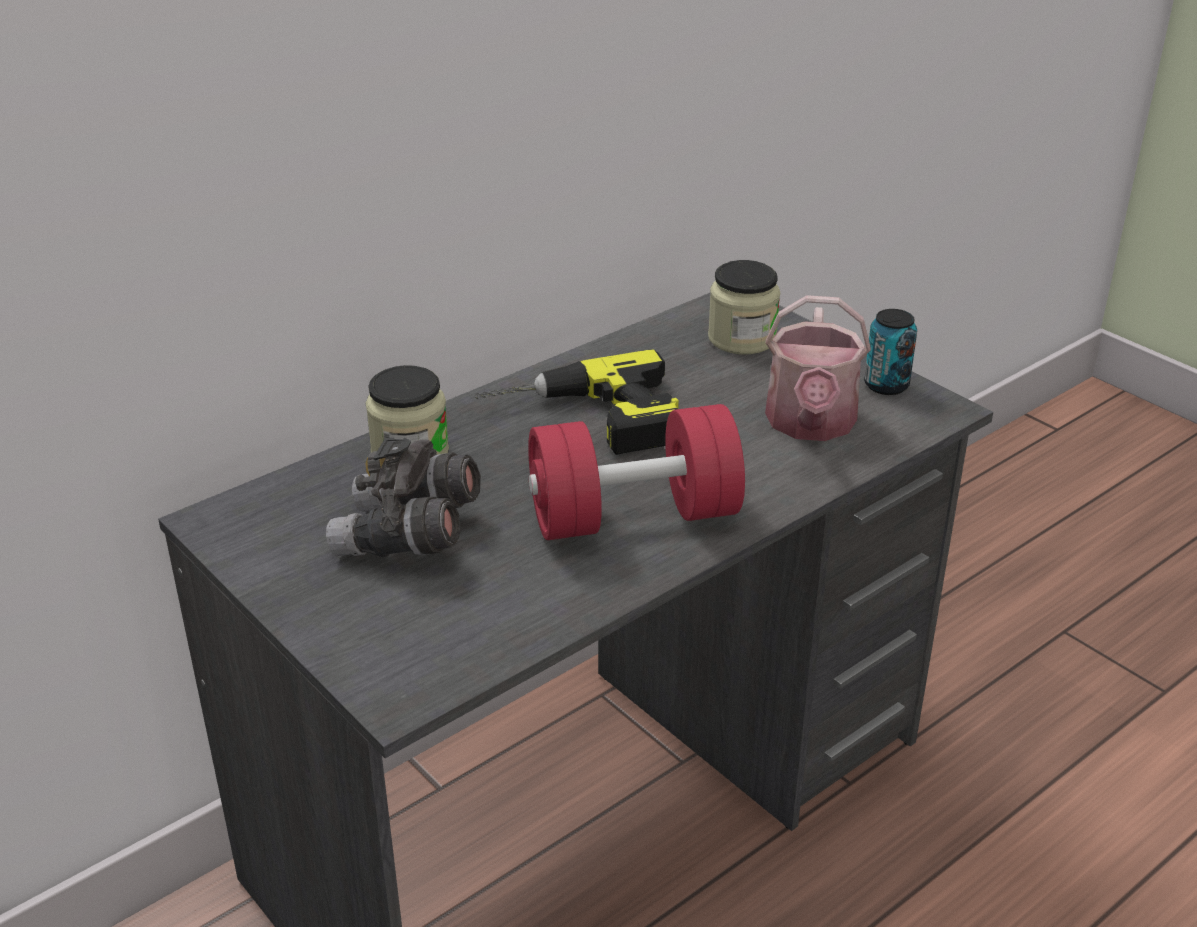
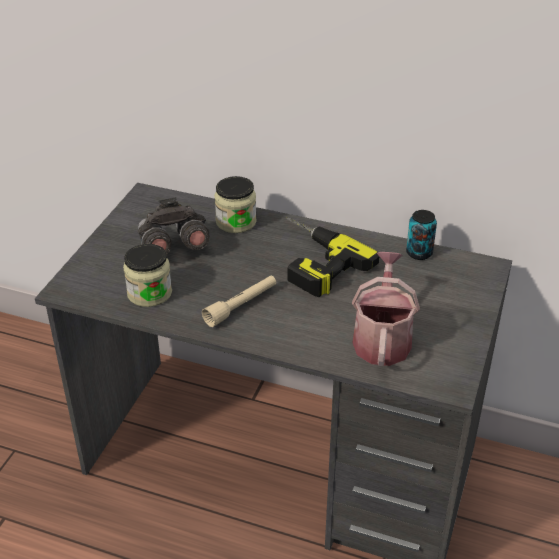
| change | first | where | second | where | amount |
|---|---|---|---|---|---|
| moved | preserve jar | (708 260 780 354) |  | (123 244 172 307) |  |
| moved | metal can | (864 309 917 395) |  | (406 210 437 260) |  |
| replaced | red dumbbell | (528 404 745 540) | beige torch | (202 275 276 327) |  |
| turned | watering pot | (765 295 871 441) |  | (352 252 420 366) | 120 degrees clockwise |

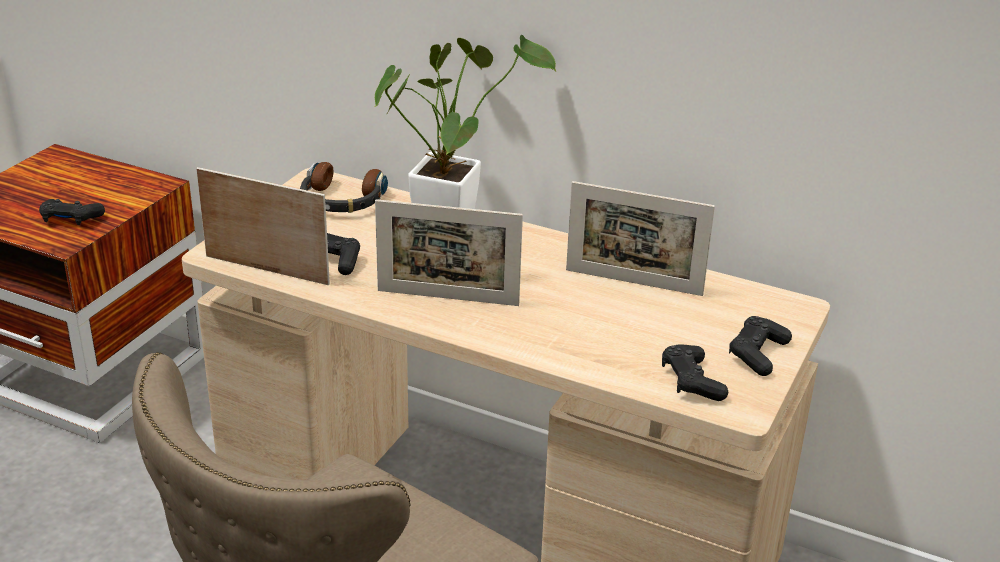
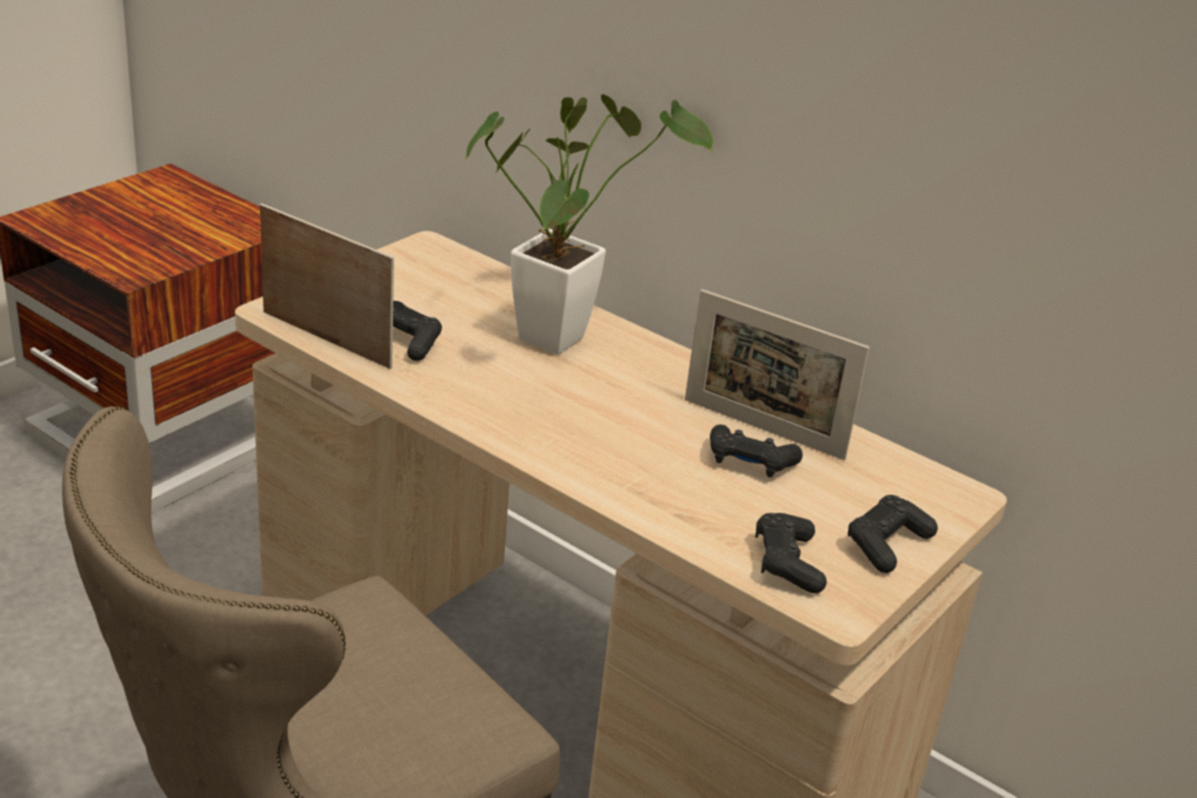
| change | first | where | second | where | amount |
|---|---|---|---|---|---|
| removed | headset | (300 162 388 213) |  |  |  |
| removed | picture frame | (375 199 523 306) |  |  |  |
| moved | black game controller | (39 199 105 225) |  | (710 424 803 478) |  |

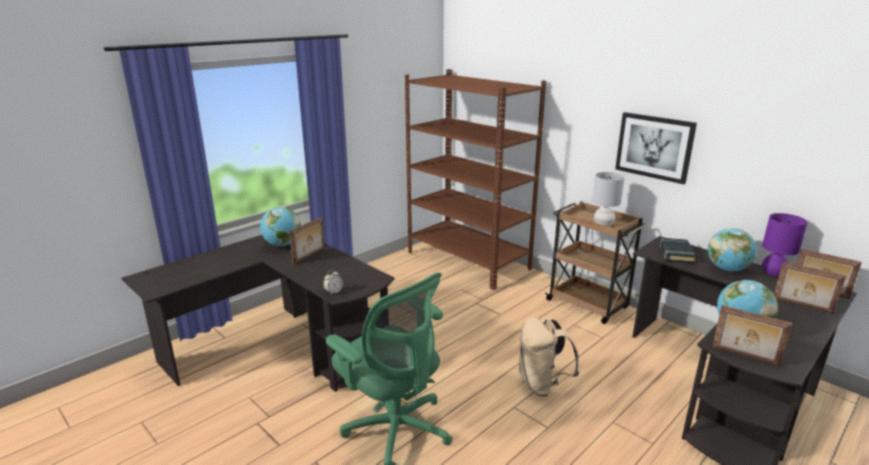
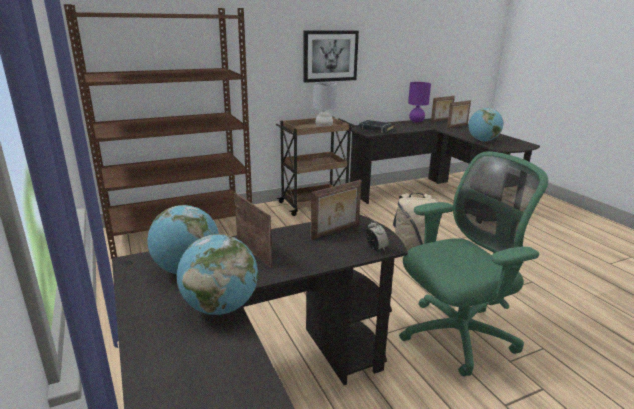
| change | first | where | second | where | amount |
|---|---|---|---|---|---|
| moved | globe | (708 228 757 272) |  | (177 234 258 315) |  |
| moved | picture frame | (712 305 793 366) |  | (311 180 361 240) |  |

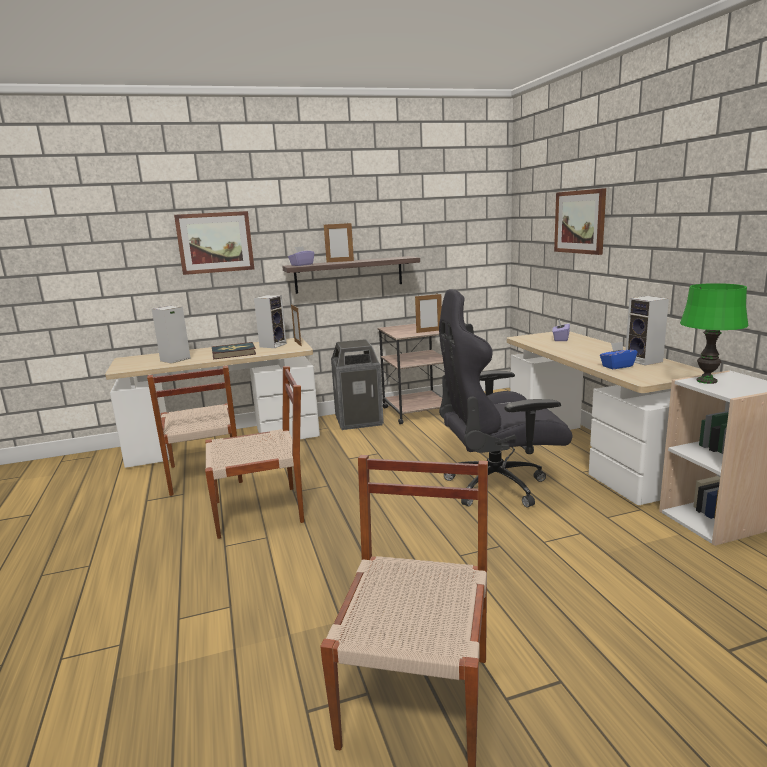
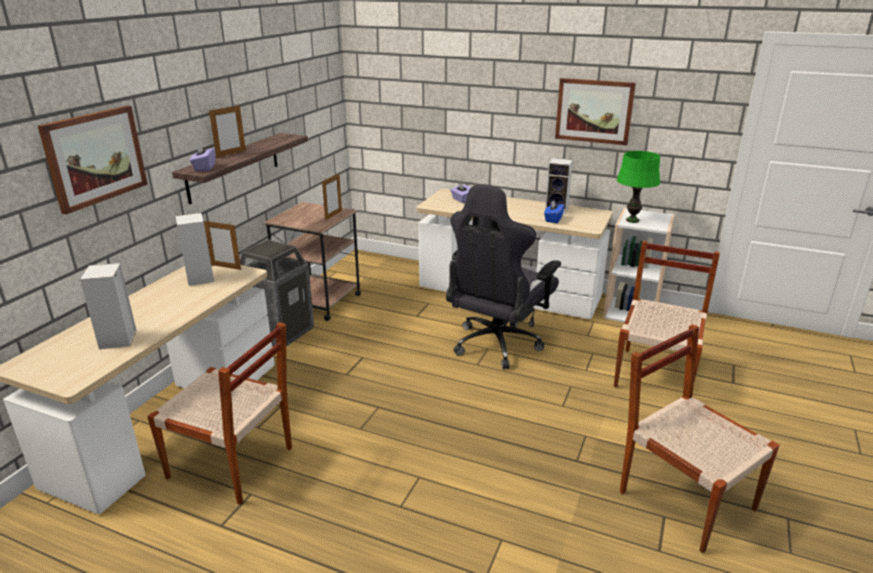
| change | first | where | second | where | amount |
|---|---|---|---|---|---|
| removed | book | (212 342 256 359) |  |  |  |
| moved | chair | (205 366 304 539) |  | (614 241 720 387) |  |
| moved | picture | (554 188 606 255) |  | (555 78 636 145) |  |

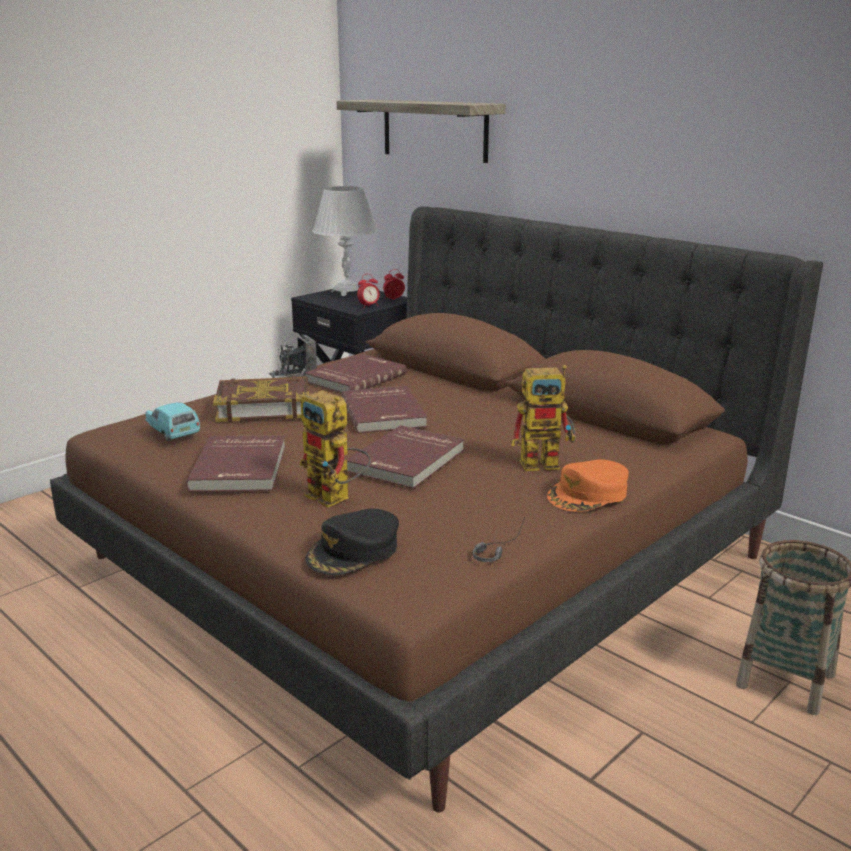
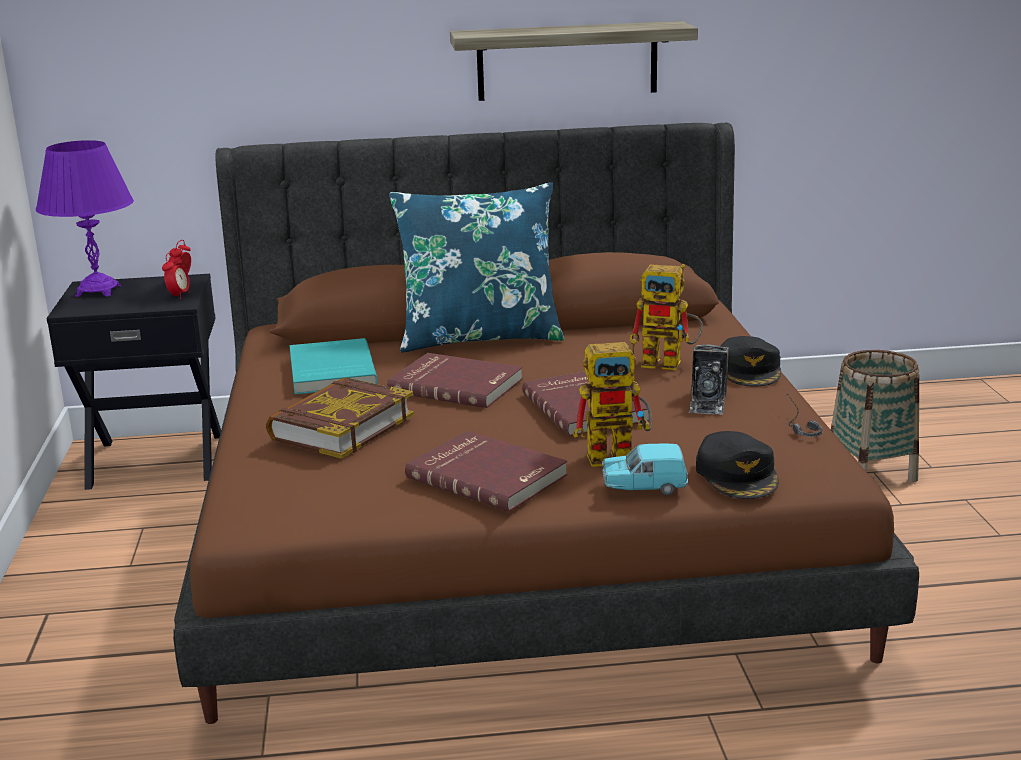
| change | first | where | second | where | amount |
|---|---|---|---|---|---|
| added |  |  | blue throw pillow | (389 182 564 353) |  |
| moved | blue-green miniature car | (145 402 200 441) |  | (602 444 688 495) |  |
| moved | still camera | (268 335 317 378) |  | (689 344 729 415) |  |
| moved | shelf | (336 99 506 163) |  | (450 21 698 101) |  |
| recoloured | red book | (305 354 406 393) | blue-green book | (289 338 378 394) |  |
| recoloured | white-coloured table lamp | (312 186 378 296) | purple-coloured table lamp | (36 140 134 297) |  |
| recoloured | orange baseball cap | (547 459 629 512) | black baseball cap | (720 336 781 387) |  |
| turned | model robot | (511 365 576 471) |  | (630 264 703 371) | 75 degrees clockwise |

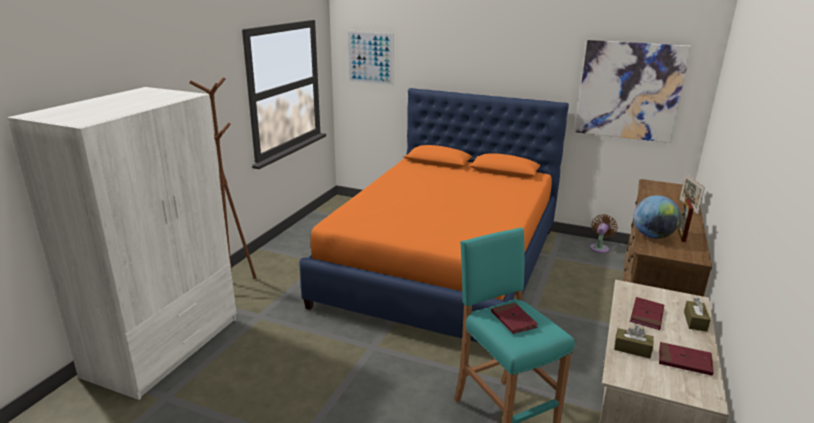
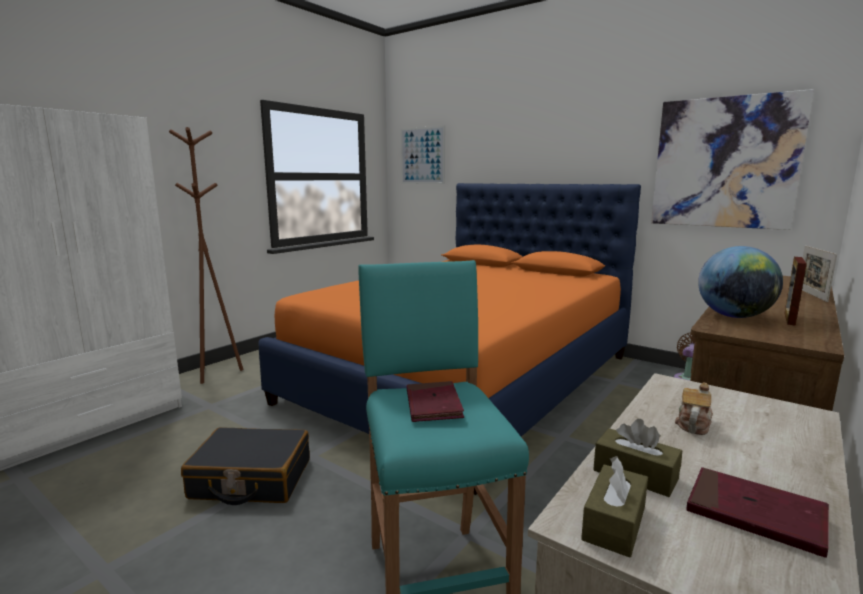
| change | first | where | second | where | amount |
|---|---|---|---|---|---|
| added |  |  | black suitcase | (181 427 310 505) |  |
| moved | brown-coloured tissue box | (684 298 711 332) |  | (581 456 648 557) |  |
| replaced | red book | (630 297 664 330) | tea pot | (675 383 713 435) |  |

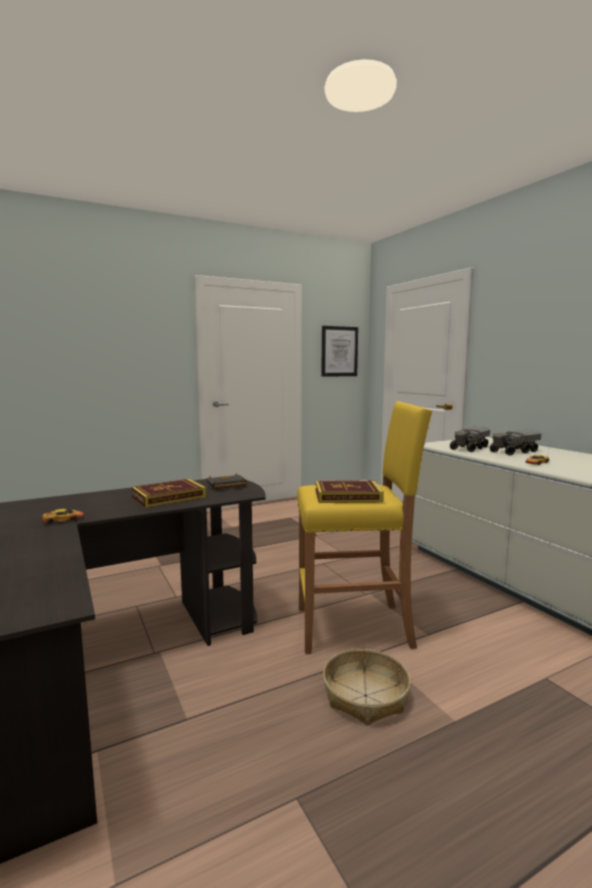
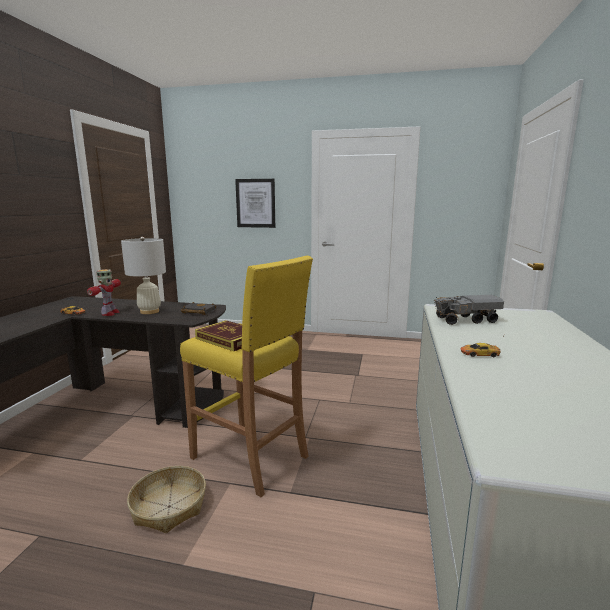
| change | first | where | second | where | amount |
|---|---|---|---|---|---|
| removed | toy truck | (490 430 541 455) |  |  |  |
| added |  |  | model robot | (87 269 121 316) |  |
| moved | picture | (321 326 358 377) |  | (235 179 275 228) |  |
| replaced | book | (131 479 206 508) | white-coloured table lamp | (121 237 166 314) |  |

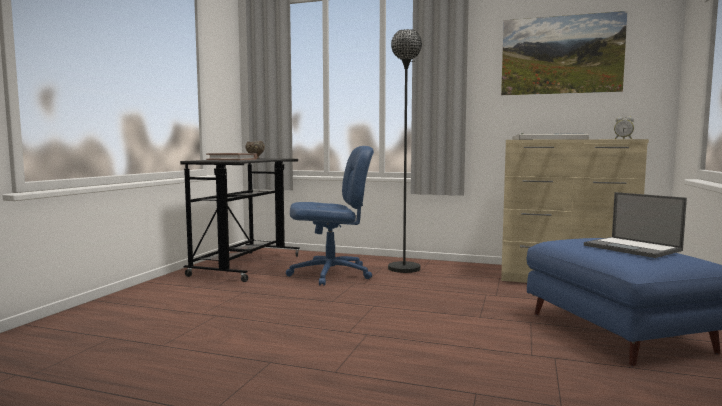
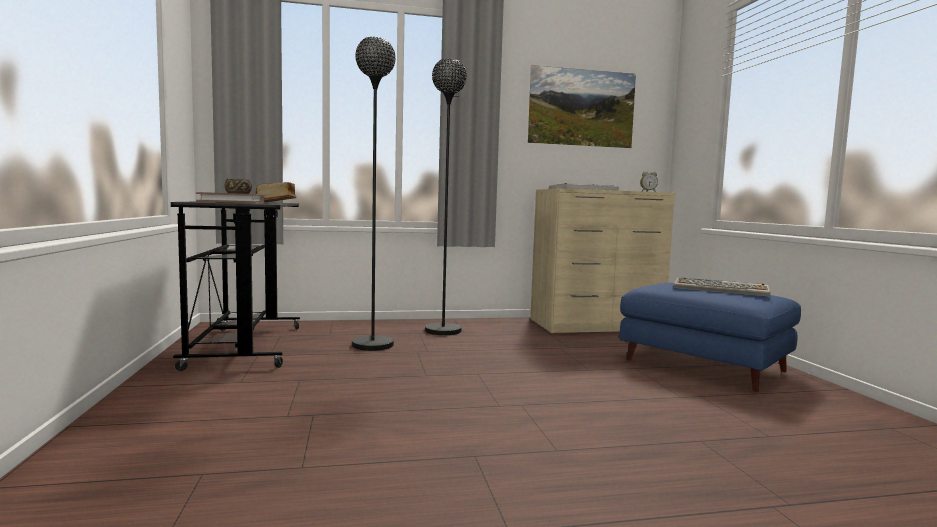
| change | first | where | second | where | amount |
|---|---|---|---|---|---|
| added |  |  | book | (256 182 296 202) |  |
| replaced | blue computer chair | (286 146 374 286) | black standing lamp | (352 37 396 351) |  |
| replaced | notebook computer | (584 192 687 258) | PC keyboard | (674 277 770 296) |  |

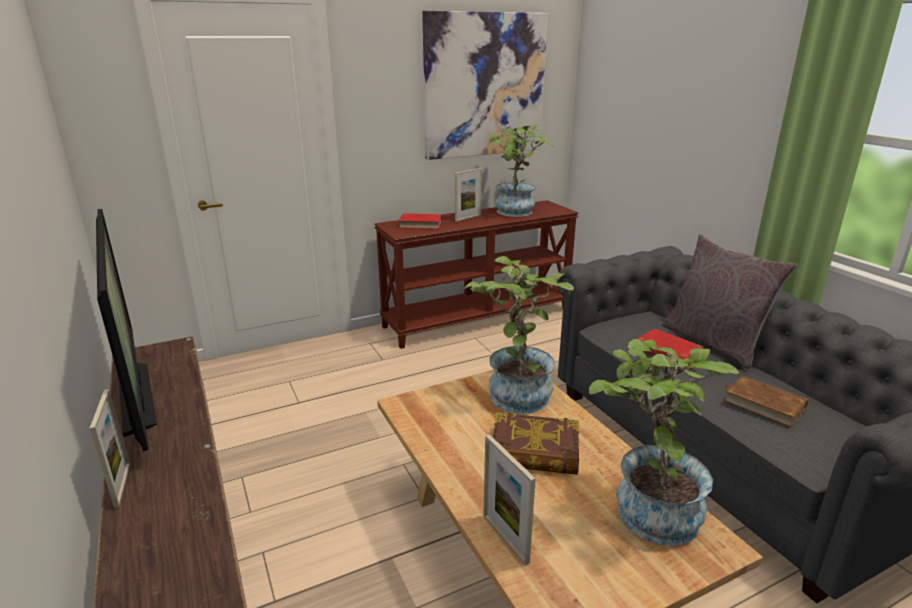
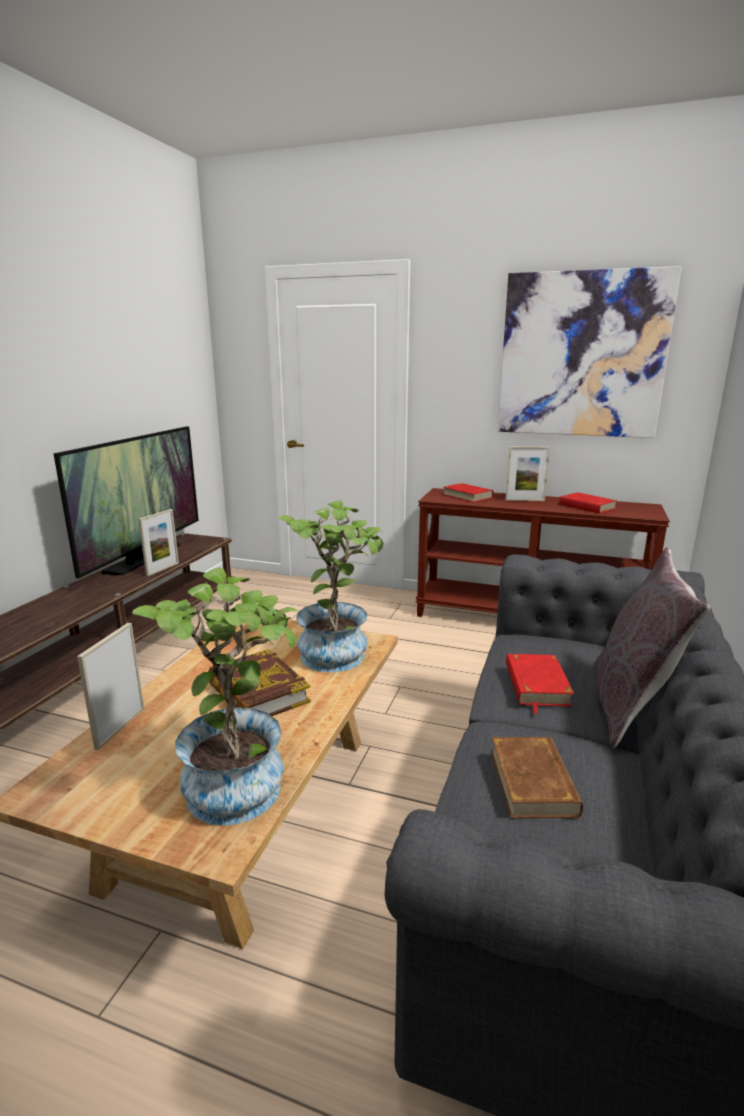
| change | first | where | second | where | amount |
|---|---|---|---|---|---|
| moved | picture frame | (90 389 130 508) |  | (138 509 179 576) |  |
| replaced | houseplant | (489 124 554 217) | red book | (559 492 618 514) |  |

